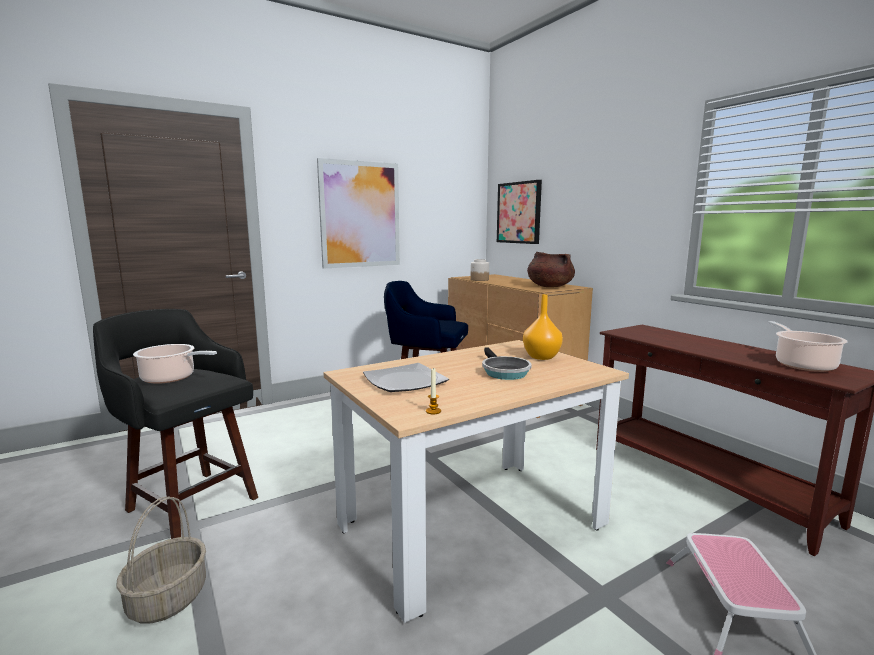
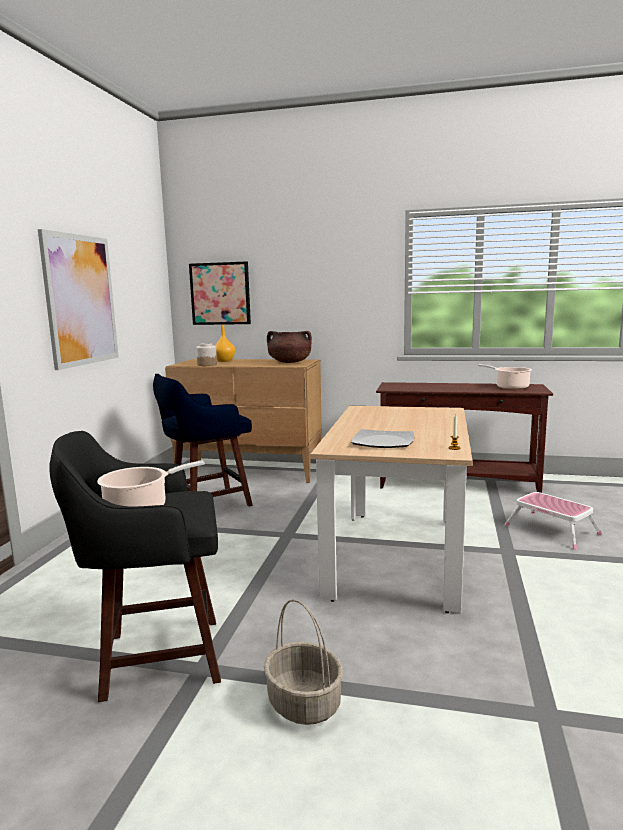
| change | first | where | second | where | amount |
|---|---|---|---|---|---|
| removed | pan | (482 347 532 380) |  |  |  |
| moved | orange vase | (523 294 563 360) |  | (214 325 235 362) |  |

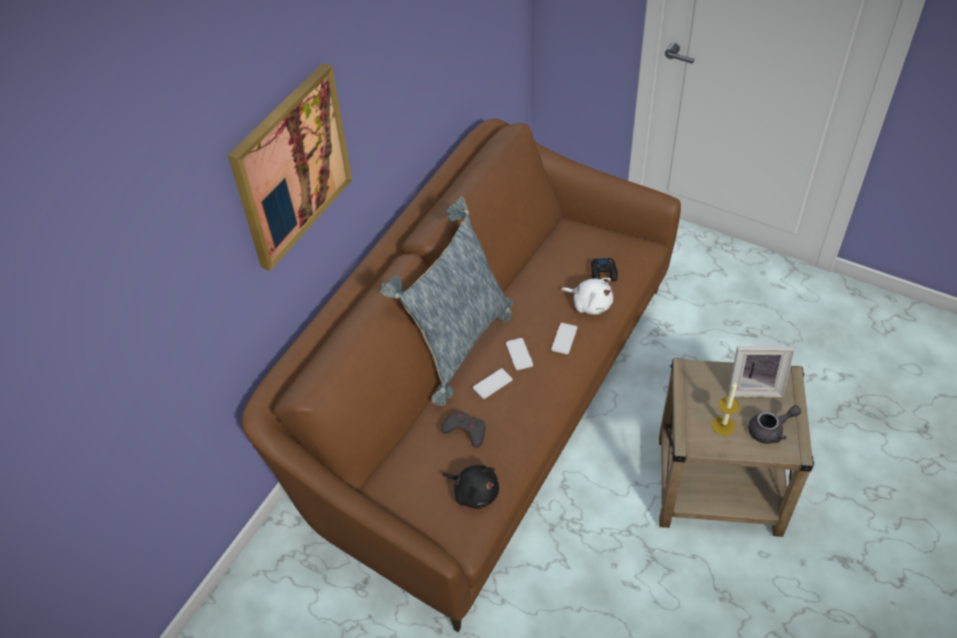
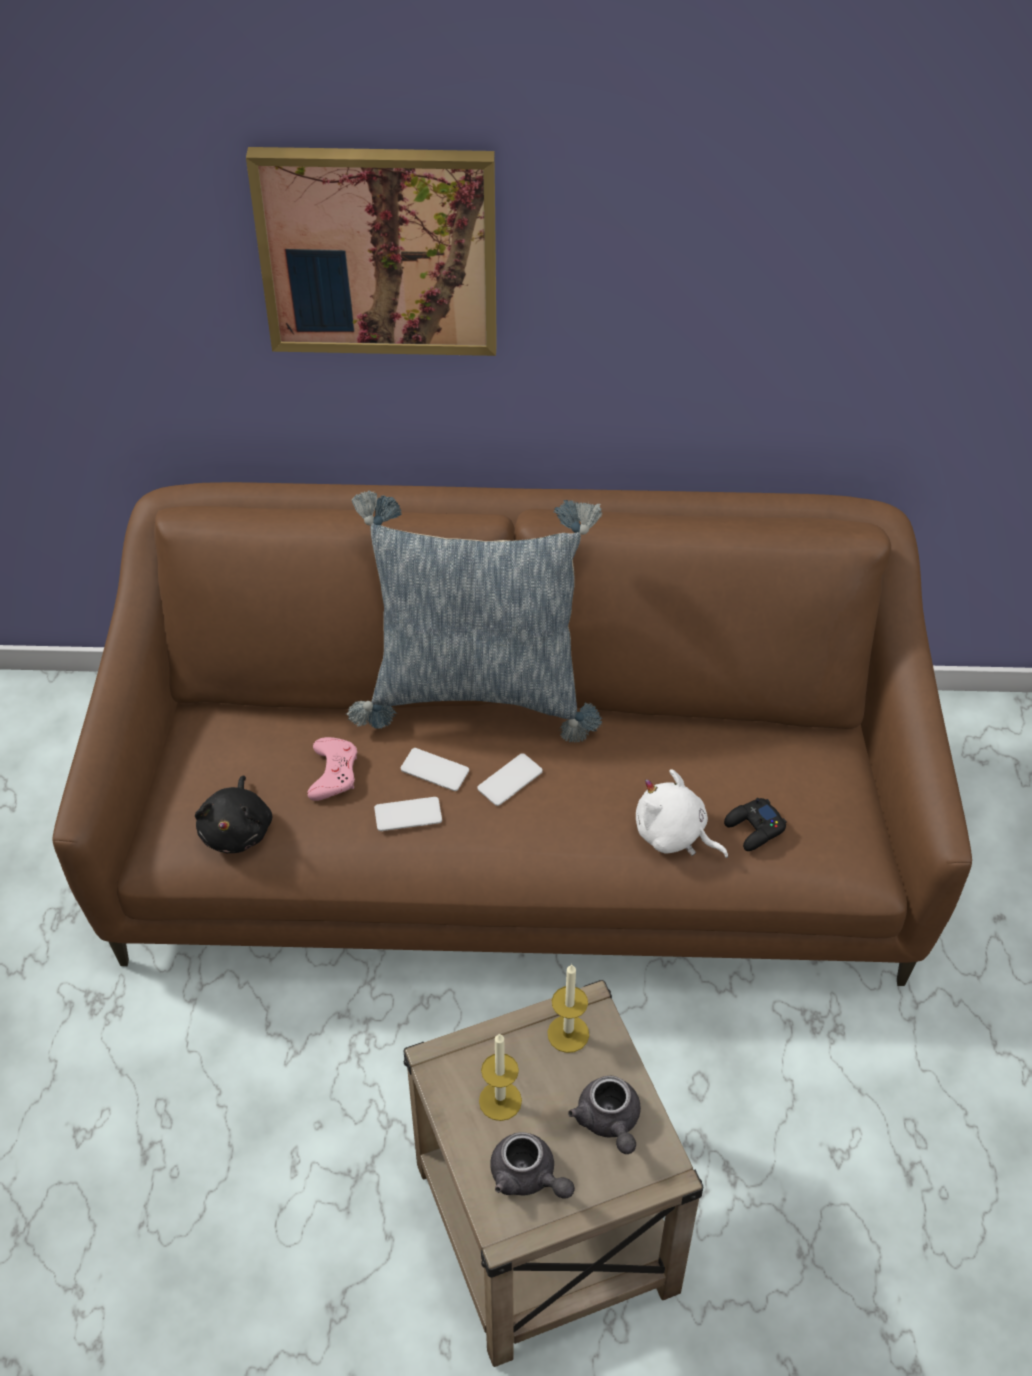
| change | first | where | second | where | amount |
|---|---|---|---|---|---|
| added |  |  | wax light | (547 964 589 1053) |  |
| moved | handset | (551 323 577 354) |  | (374 797 442 831) |  |
| replaced | picture frame | (728 346 795 397) | greyish tea pot | (568 1076 641 1154) |  |
| recoloured | greyish game controller | (441 411 485 448) | pinkish game controller | (307 737 357 801) |  |
| turned | white-coloured soft toy | (561 278 613 315) |  | (636 769 728 858) | 120 degrees clockwise |

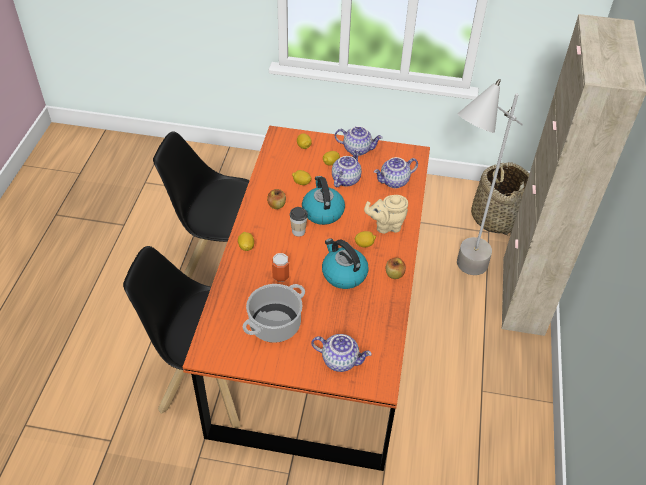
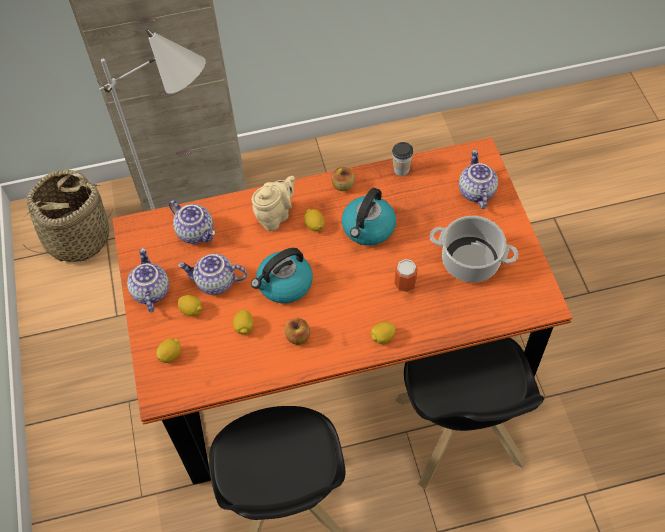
| change | first | where | second | where | amount |
|---|---|---|---|---|---|
| moved | small cup | (290 207 308 237) |  | (392 142 413 176) |  |
| turned | beige tea pot | (364 195 408 234) |  | (252 176 295 231) | 105 degrees counterclockwise |

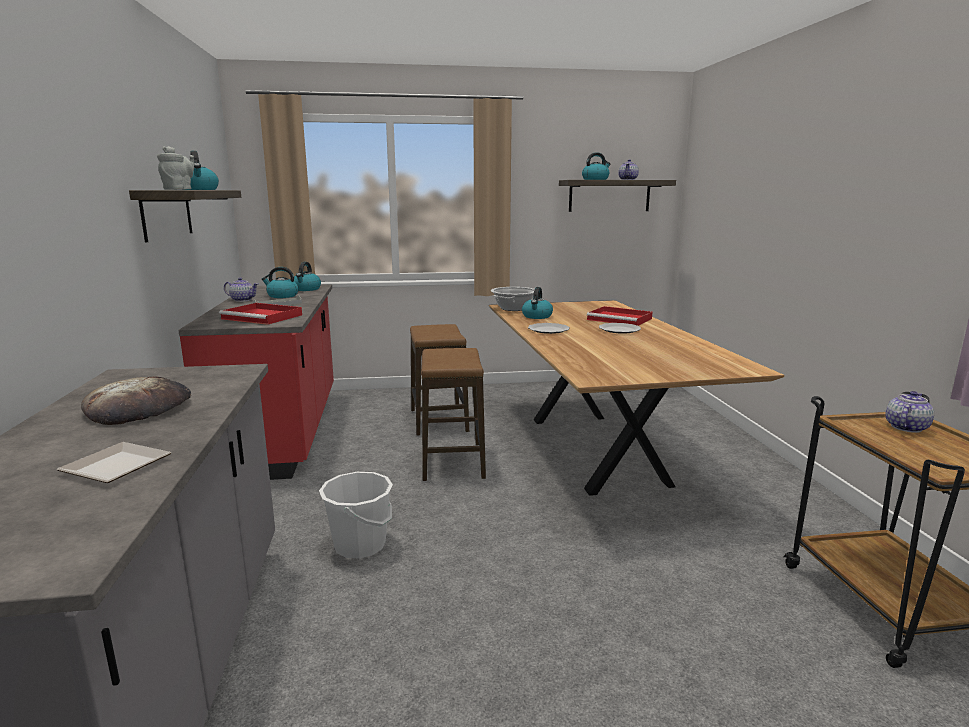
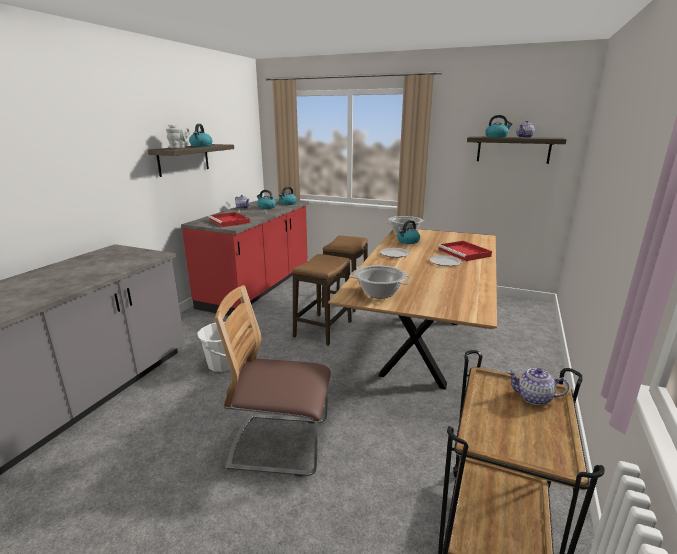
| change | first | where | second | where | amount |
|---|---|---|---|---|---|
| removed | dinner plate | (56 442 172 483) |  |  |  |
| removed | bread | (81 376 191 425) |  |  |  |
| added |  |  | chair | (215 285 331 477) |  |
| added |  |  | cooking pot | (349 265 412 298) |  |
| turned | tea pot | (885 391 934 433) |  | (507 368 569 405) | 150 degrees counterclockwise |

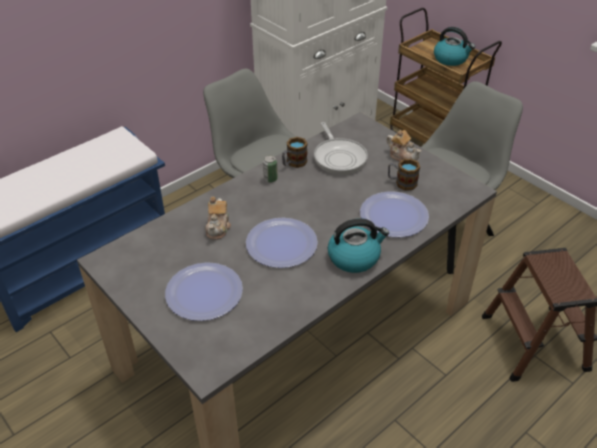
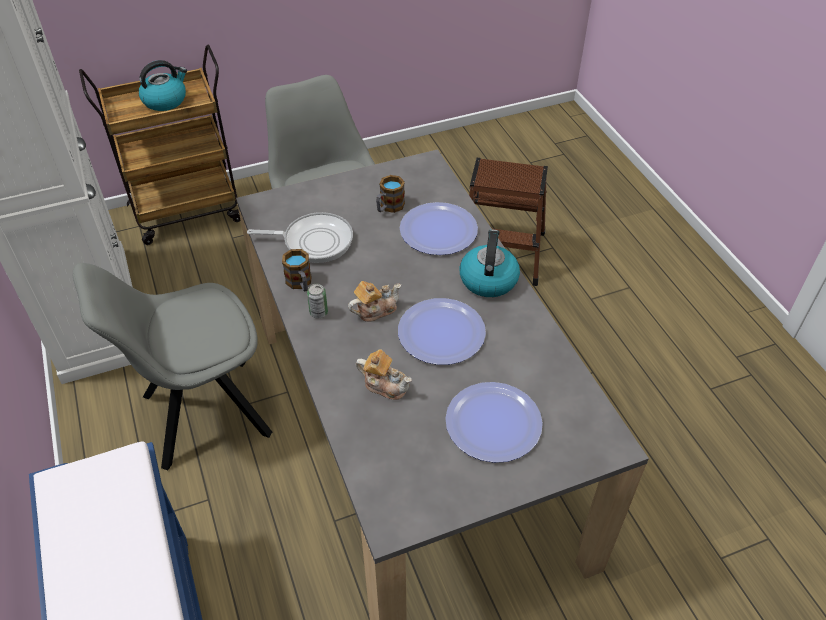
| change | first | where | second | where | amount |
|---|---|---|---|---|---|
| moved | tea pot | (386 130 421 162) |  | (348 281 401 322) |  |

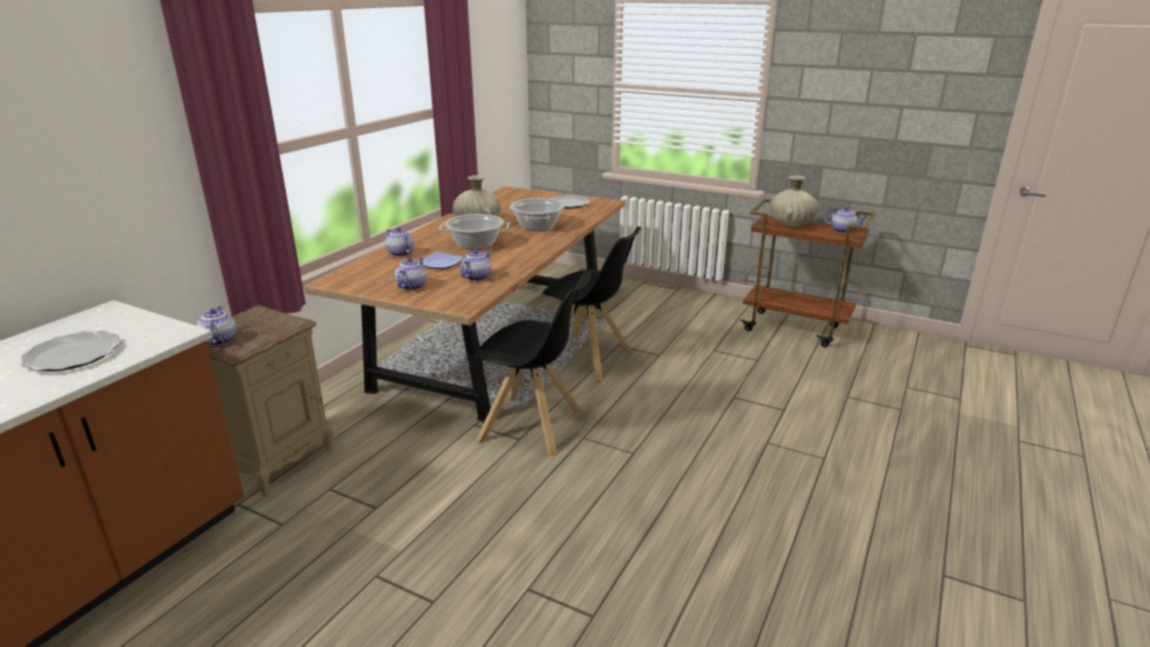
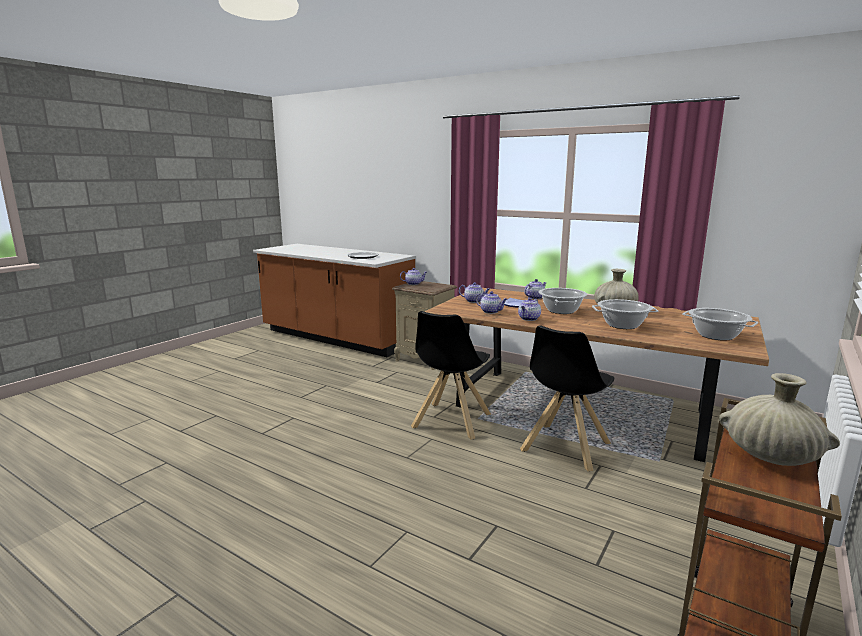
| change | first | where | second | where | amount |
|---|---|---|---|---|---|
| moved | tea pot | (824 207 868 233) |  | (518 297 541 321) |  |
| replaced | dinner plate | (548 195 591 209) | cooking pot | (683 308 758 341) |  |

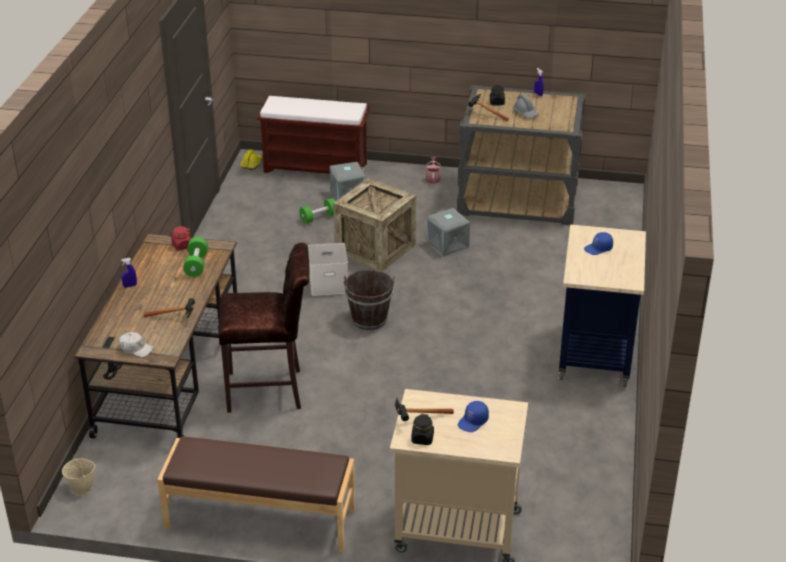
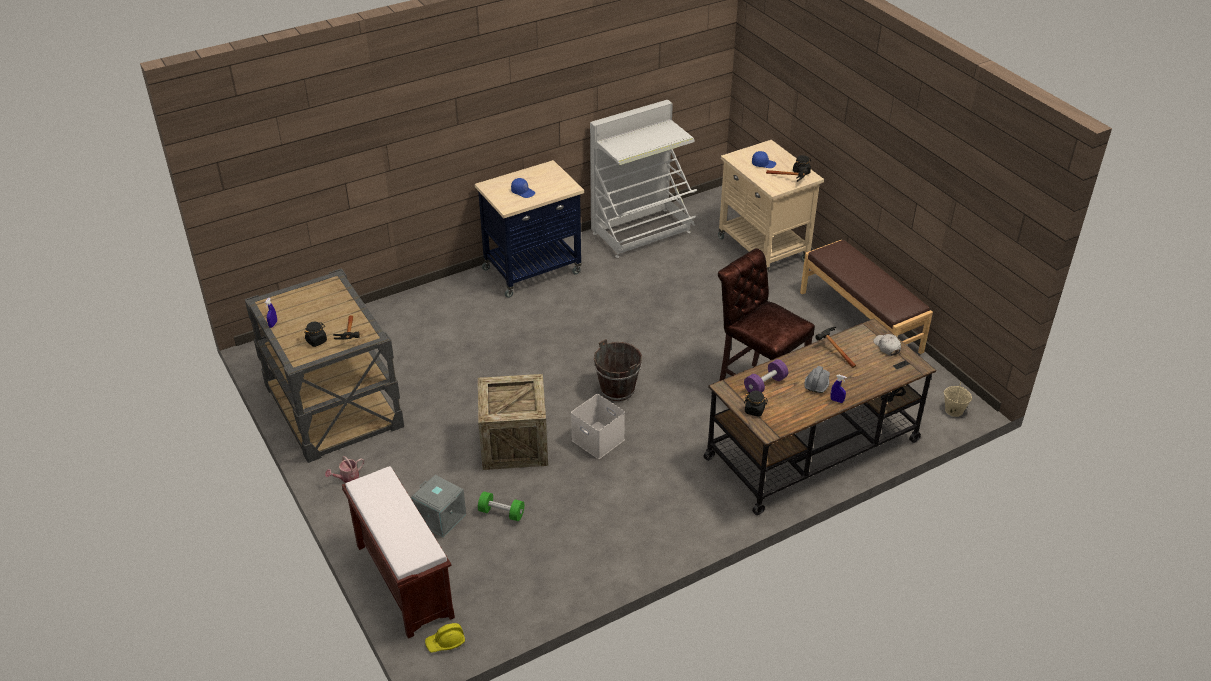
| change | first | where | second | where | amount |
|---|---|---|---|---|---|
| removed | greyish storage bin | (427 208 470 257) |  |  |  |
| added |  |  | white-coloured shoe shelf | (590 100 697 258) |  |
| moved | greyish safety helmet | (512 94 539 118) |  | (804 366 830 393) |  |
| recoloured | red preserve jar | (170 226 192 251) | black preserve jar | (744 391 768 417) |  |
| recoloured | green dumbbell | (183 237 208 277) | purple-coloured dumbbell | (744 359 788 392) |  |

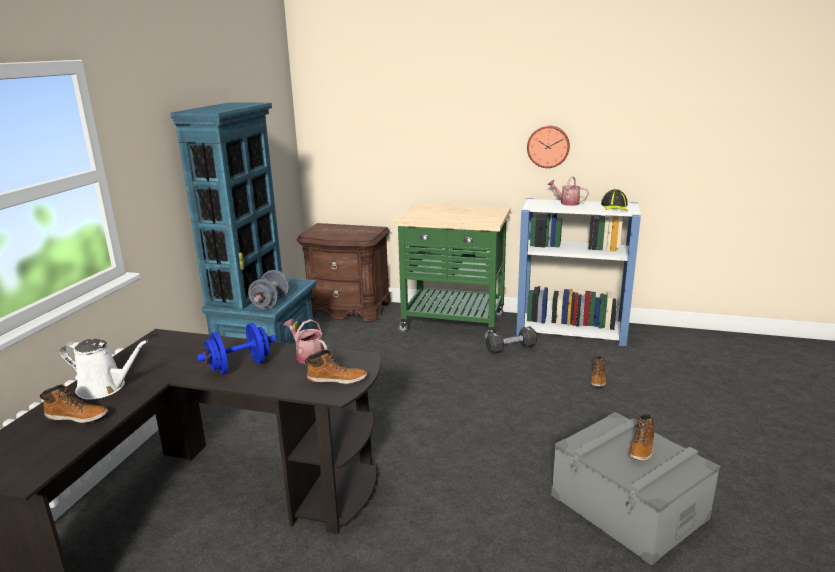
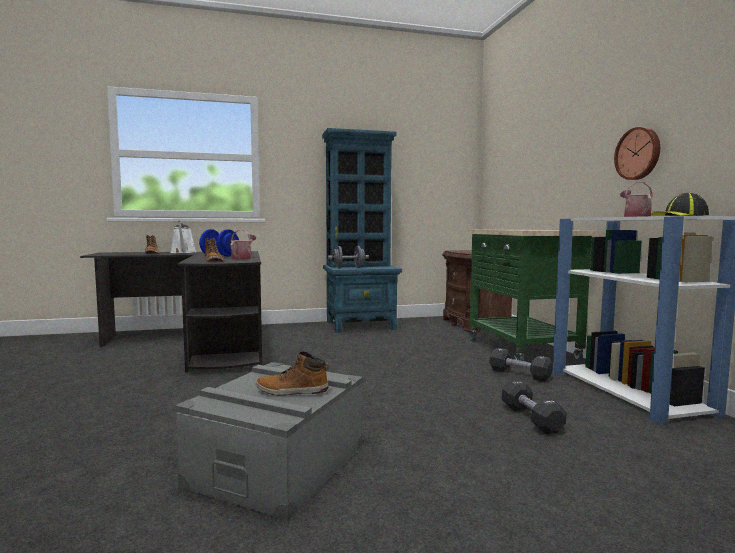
| change | first | where | second | where | amount |
|---|---|---|---|---|---|
| replaced | tall boot | (590 356 606 387) | black dumbbell | (502 380 567 434) |  |

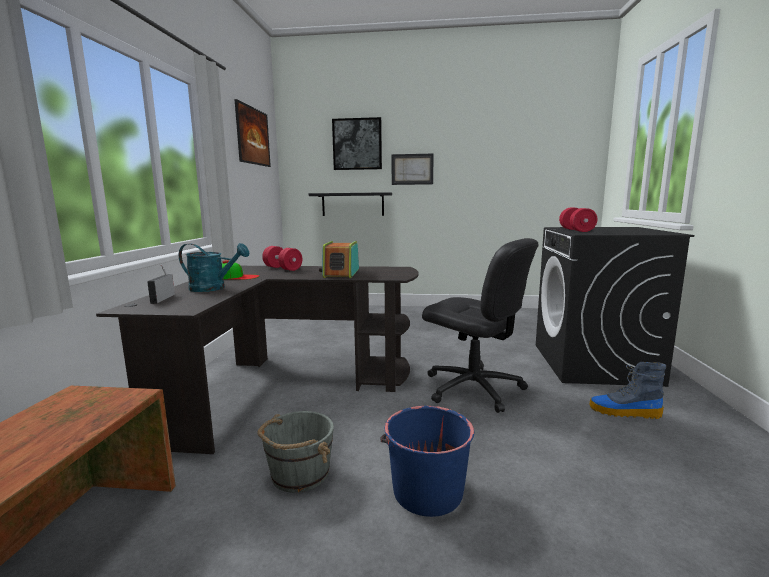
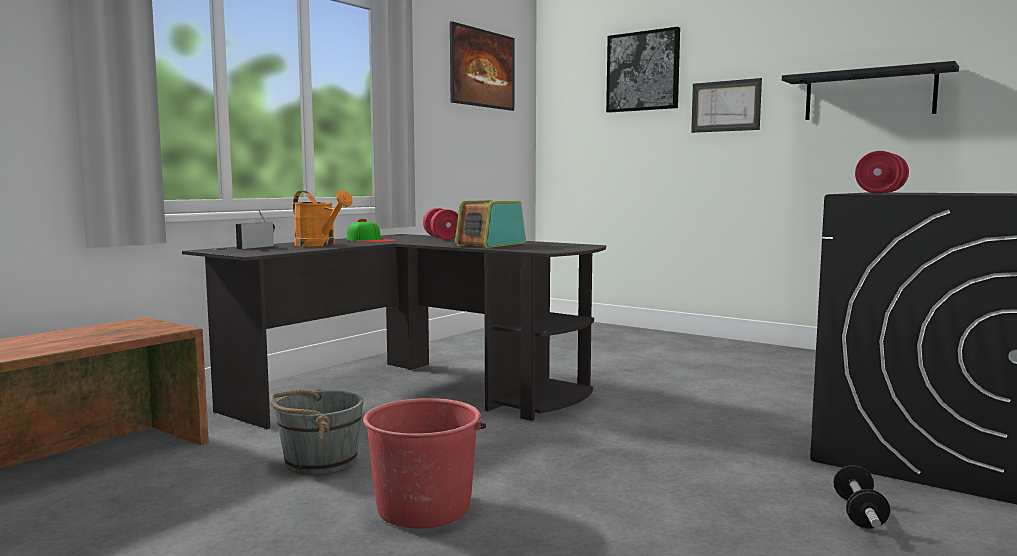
| change | first | where | second | where | amount |
|---|---|---|---|---|---|
| removed | black computer chair | (422 238 539 413) |  |  |  |
| moved | black shelf | (309 192 392 216) |  | (782 61 959 120) |  |
| replaced | tall boot | (589 362 666 419) | dumbbell | (833 465 890 529) |  |
| recoloured | blue-green watering pot | (179 243 250 292) | orange watering pot | (293 190 353 246) |  |
| recoloured | blue bucket | (380 406 474 517) | red bucket | (363 398 486 528) |  |

